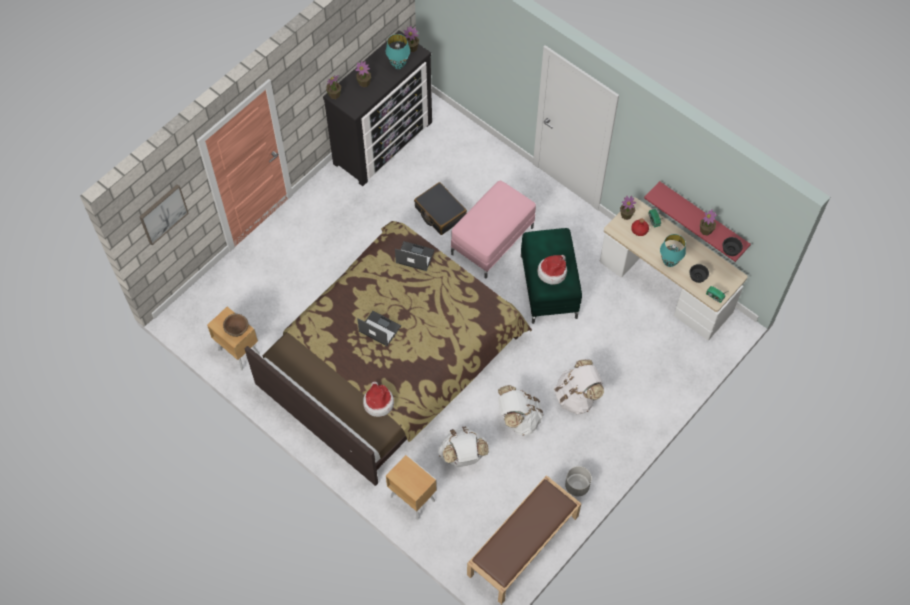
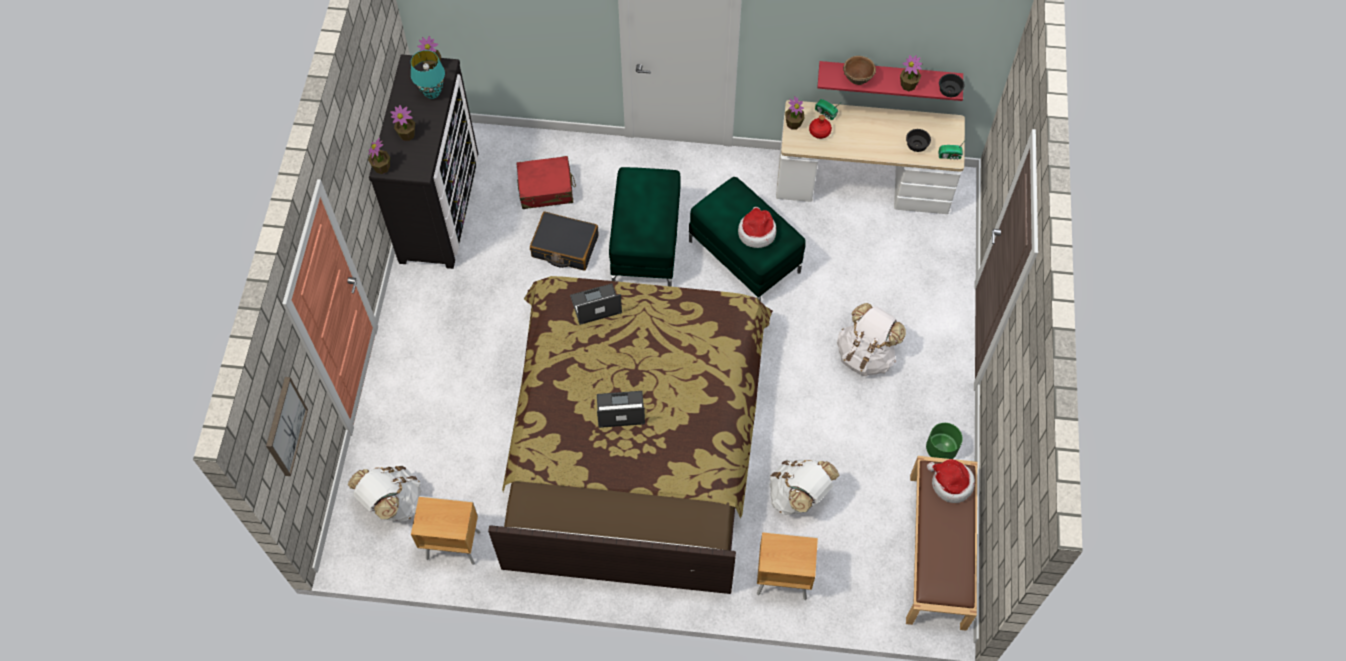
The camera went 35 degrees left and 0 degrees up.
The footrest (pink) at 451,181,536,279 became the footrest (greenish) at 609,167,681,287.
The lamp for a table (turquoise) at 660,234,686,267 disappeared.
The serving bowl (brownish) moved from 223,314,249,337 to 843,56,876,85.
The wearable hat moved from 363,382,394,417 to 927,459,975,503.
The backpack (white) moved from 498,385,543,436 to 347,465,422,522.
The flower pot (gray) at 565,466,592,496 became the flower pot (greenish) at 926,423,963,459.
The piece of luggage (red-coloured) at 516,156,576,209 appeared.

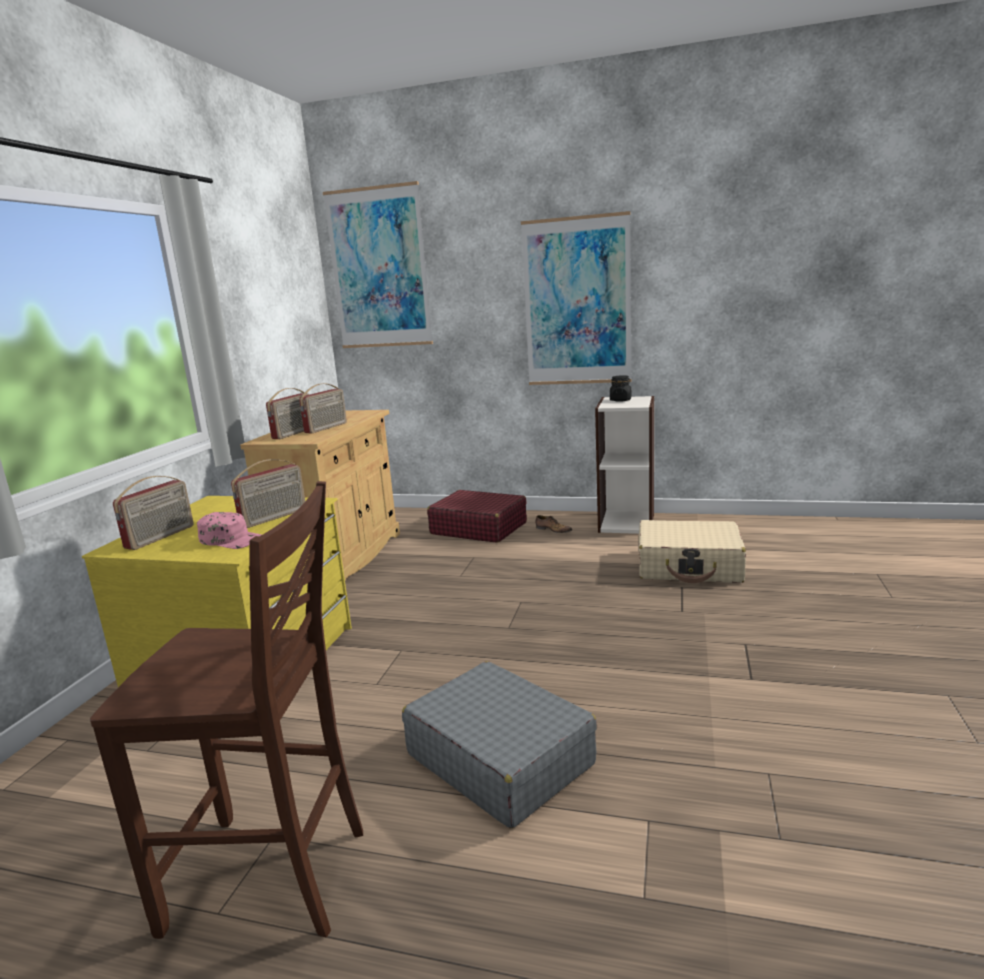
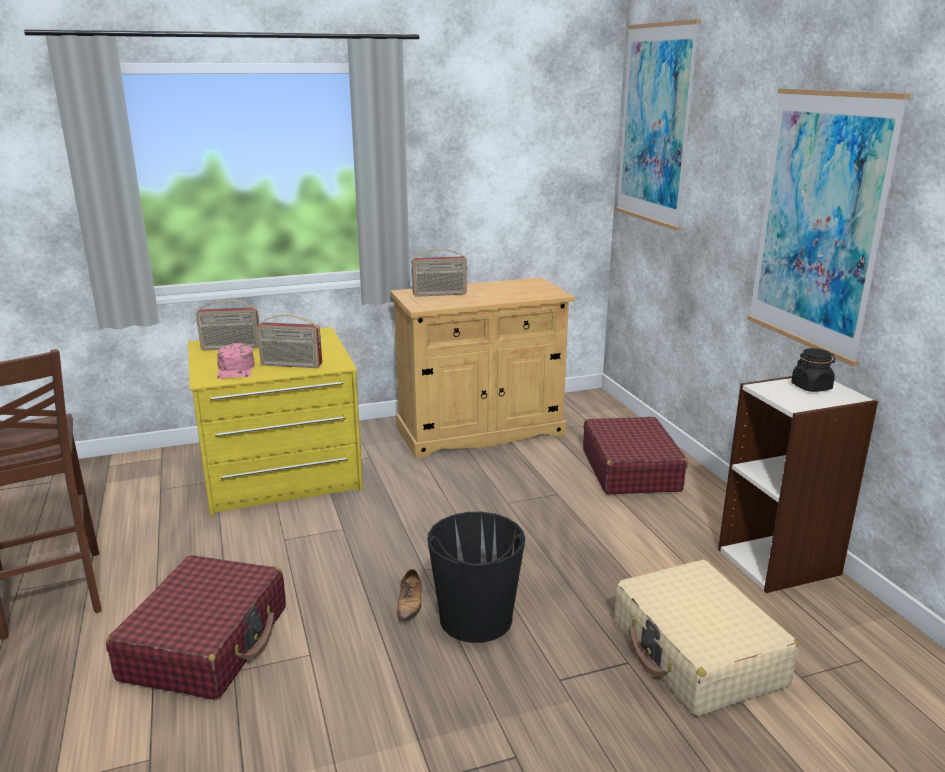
The camera went 55 degrees right and 5 degrees up.
The radio at 299,383,347,434 disappeared.
The low shoe moved from 535,515,572,533 to 397,569,422,622.
The piece of luggage (gray) at 402,661,597,828 became the piece of luggage (red-coloured) at 106,555,286,700.
The bucket (black-coloured) at 427,512,525,643 appeared.

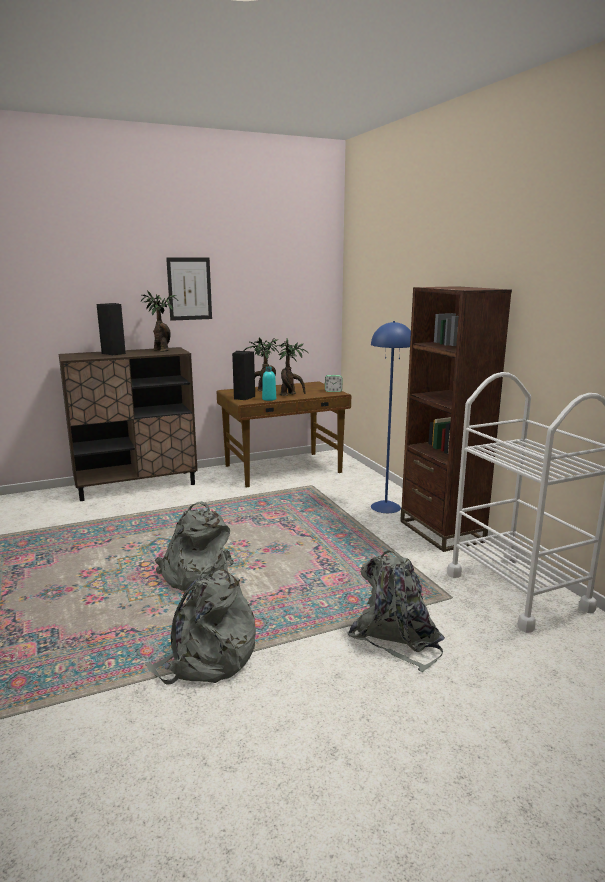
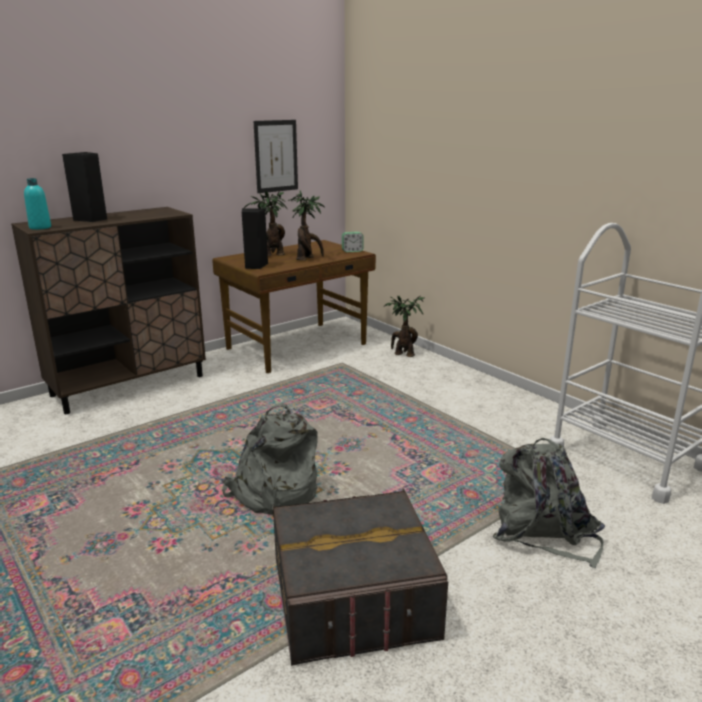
The camera went 15 degrees left and 5 degrees up.
The picture moved from 166,257,212,321 to 254,120,298,193.
The bookcase (brownish) at 400,286,512,552 disappeared.
The potted plant moved from 141,291,177,352 to 384,295,424,357.
The floor lamp (blue-coloured) at 371,321,411,513 disappeared.
The bottle (turquoise) moved from 262,367,276,401 to 24,178,51,230.
The backpack (gray) at 145,563,256,685 was replaced by the storage container (gray) at 273,488,448,666.

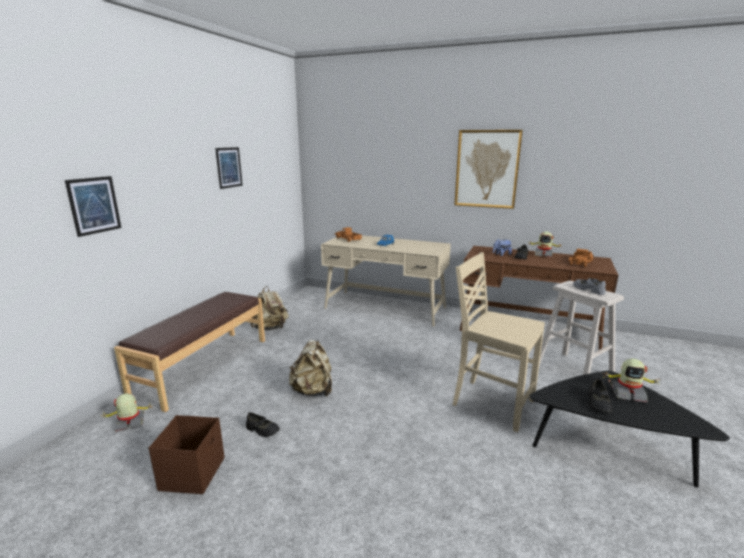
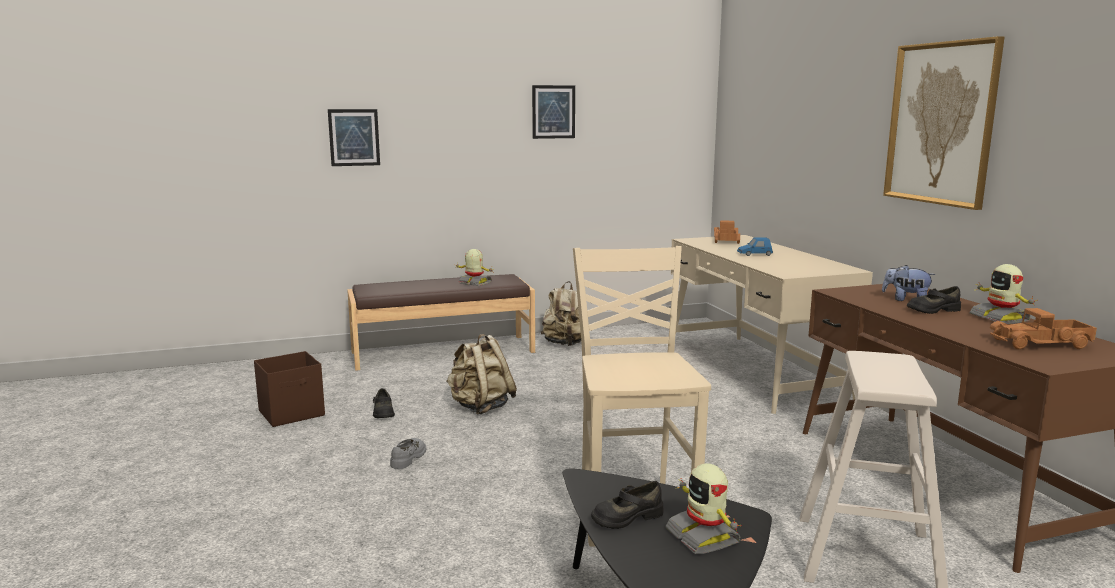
The camera went 50 degrees right and 5 degrees down.
The low shoe (gray) moved from 573,278,606,295 to 390,438,427,469.
The toy robot moved from 102,393,152,432 to 456,249,494,286.

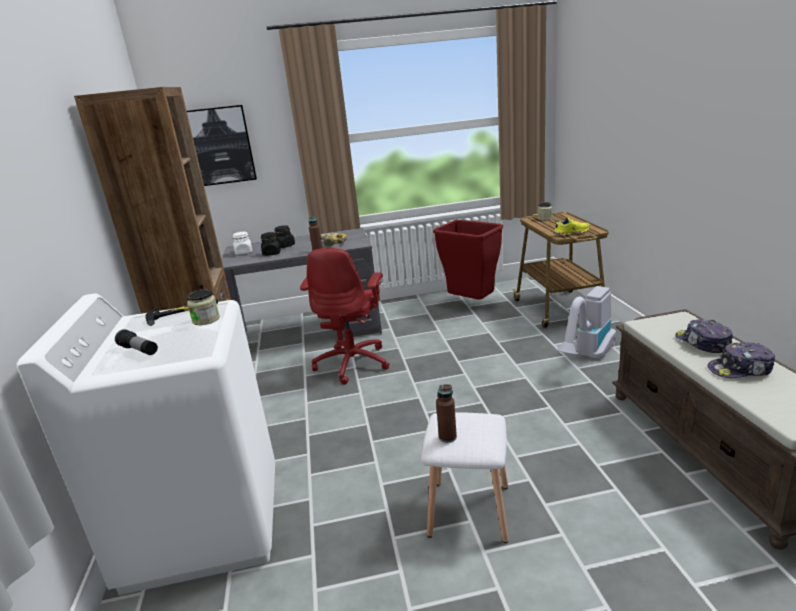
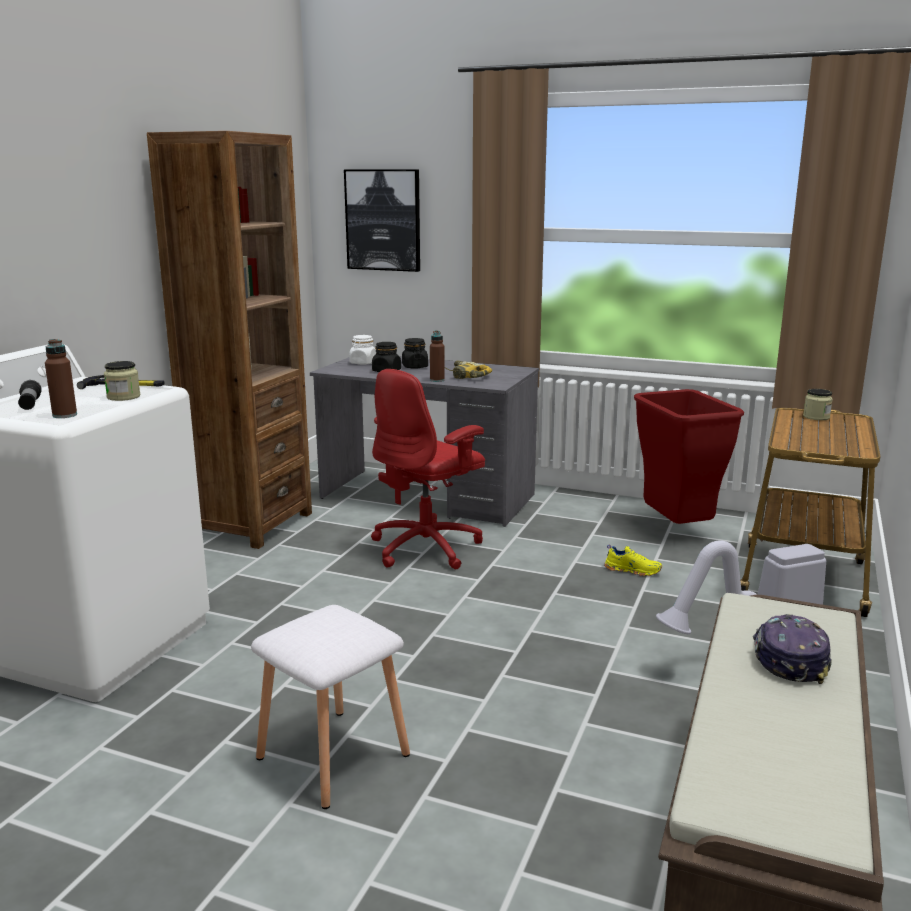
The camera went 30 degrees right and 5 degrees down.
The low shoe (yellowish) moved from 554,217,590,236 to 604,544,662,576.
The peaked cap at 707,342,775,378 disappeared.
The bottle (brownish) moved from 436,384,457,443 to 45,339,77,418.

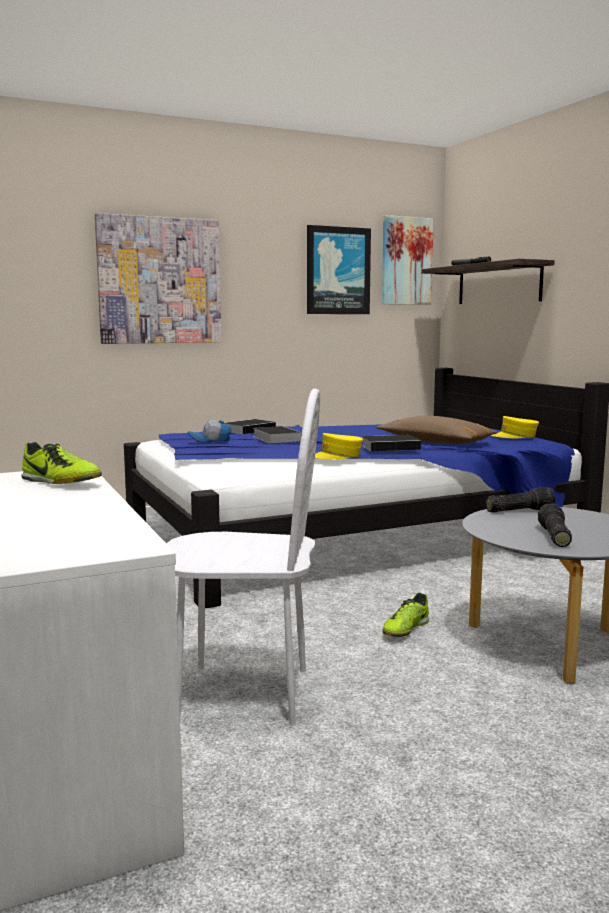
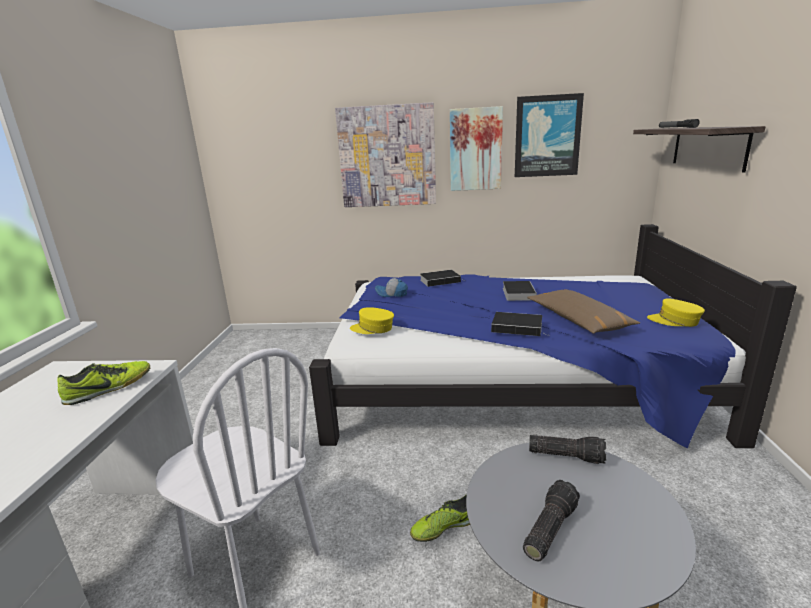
The camera went 30 degrees right and 10 degrees up.
The picture moved from 382,215,434,305 to 450,106,503,191.
The volume moved from 253,426,302,443 to 503,281,537,301.
The peaked cap (yellowish) moved from 315,433,363,460 to 350,307,394,334.
The low shoe at 22,442,102,484 turned 105 degrees counterclockwise.

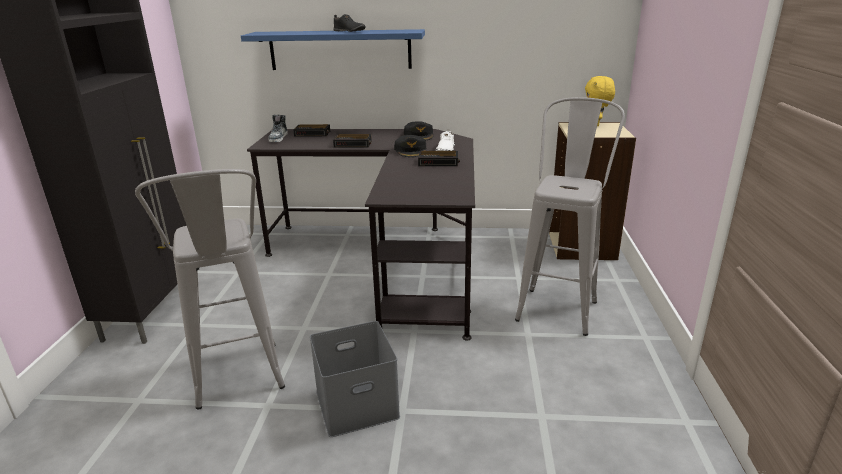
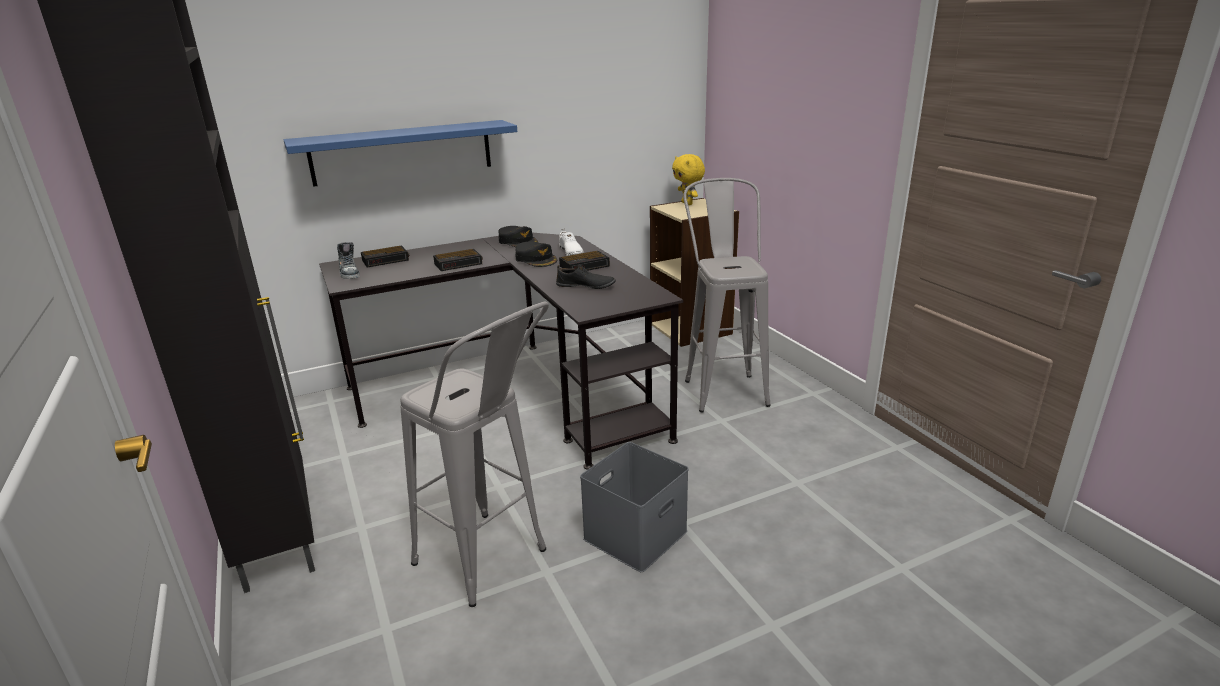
The camera went 30 degrees left and 0 degrees up.
The low shoe (black-coloured) moved from 333,14,366,32 to 556,265,616,289.

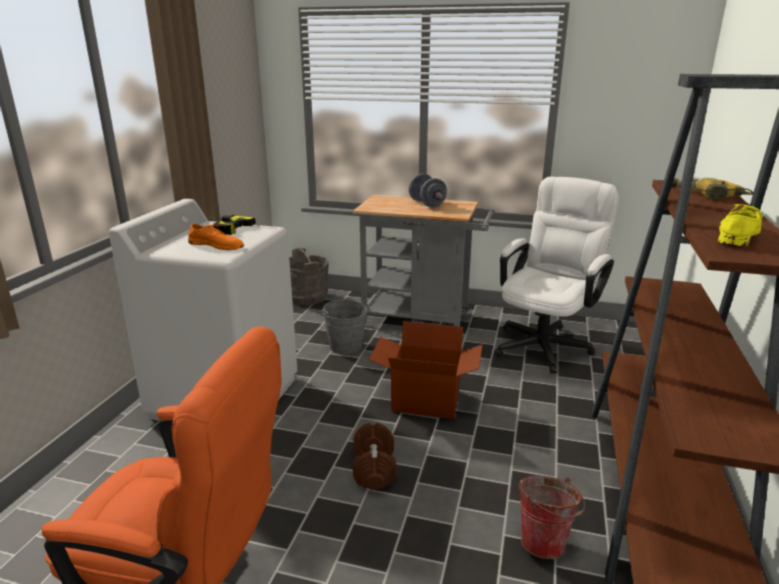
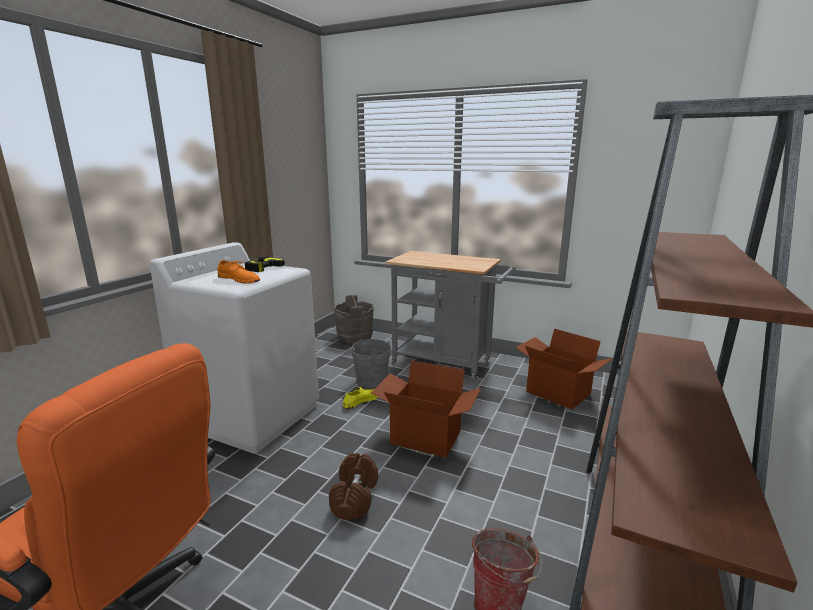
The camera went 10 degrees right and 5 degrees down.
The hand weight (gray) at 409,173,447,208 disappeared.
The computer chair (white) at 494,177,619,374 was replaced by the cardboard box at 516,329,613,410.
The power drill at 672,178,754,200 disappeared.
The low shoe (yellowish) moved from 718,204,763,248 to 343,387,379,409.

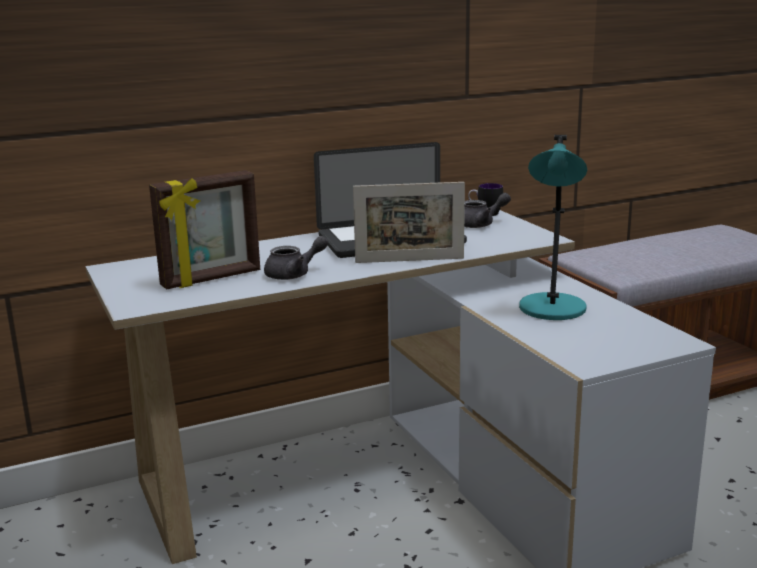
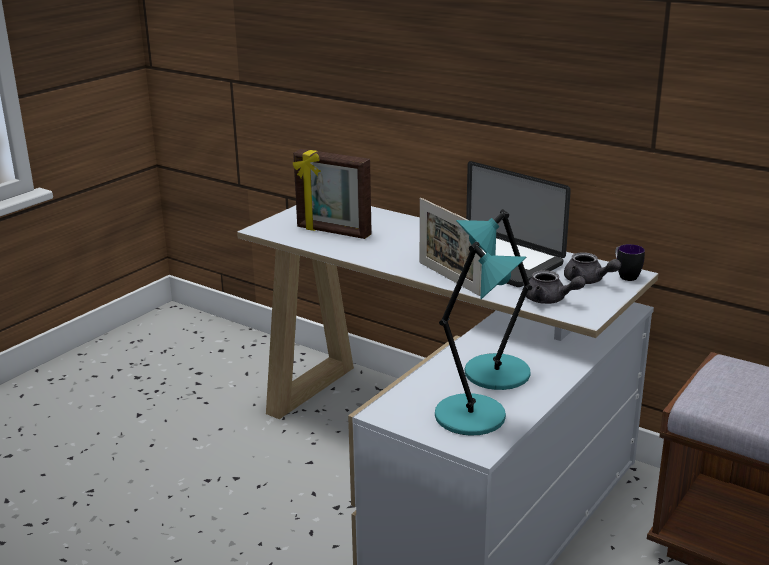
The camera went 60 degrees right and 5 degrees up.
The teapot (gray) moved from 264,236,328,280 to 526,270,586,304.
The lamp for a table (turquoise) at 435,242,526,436 appeared.

